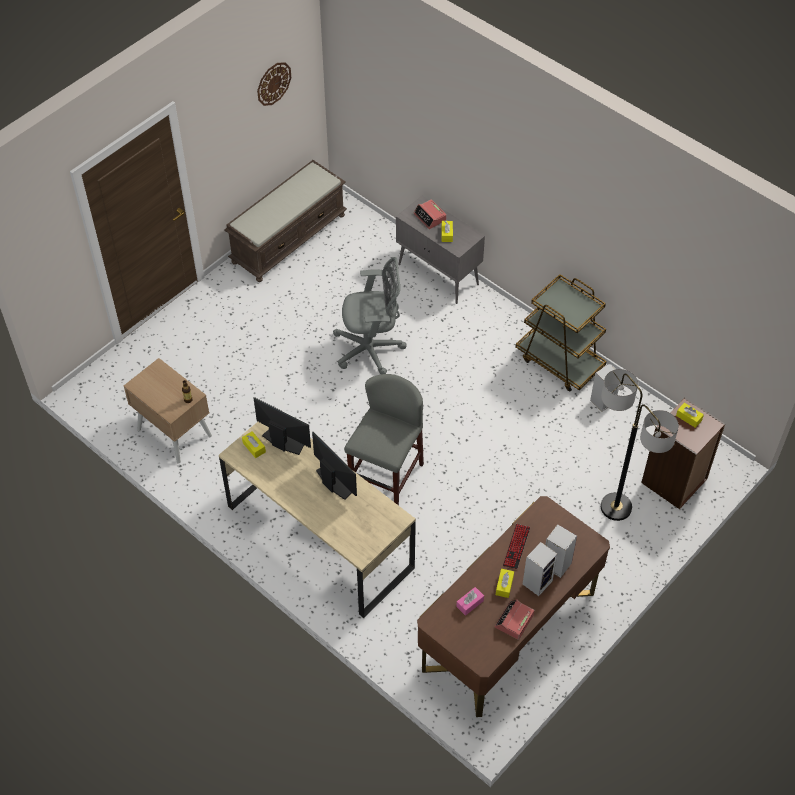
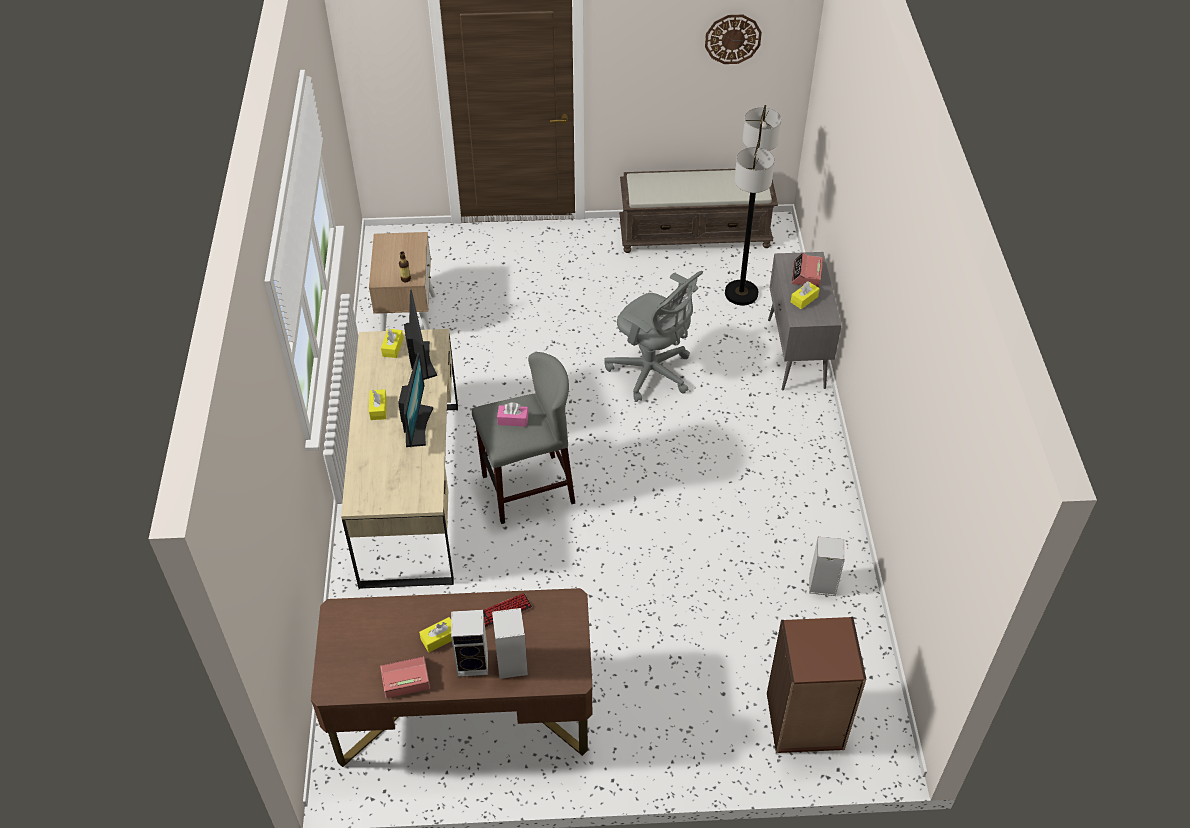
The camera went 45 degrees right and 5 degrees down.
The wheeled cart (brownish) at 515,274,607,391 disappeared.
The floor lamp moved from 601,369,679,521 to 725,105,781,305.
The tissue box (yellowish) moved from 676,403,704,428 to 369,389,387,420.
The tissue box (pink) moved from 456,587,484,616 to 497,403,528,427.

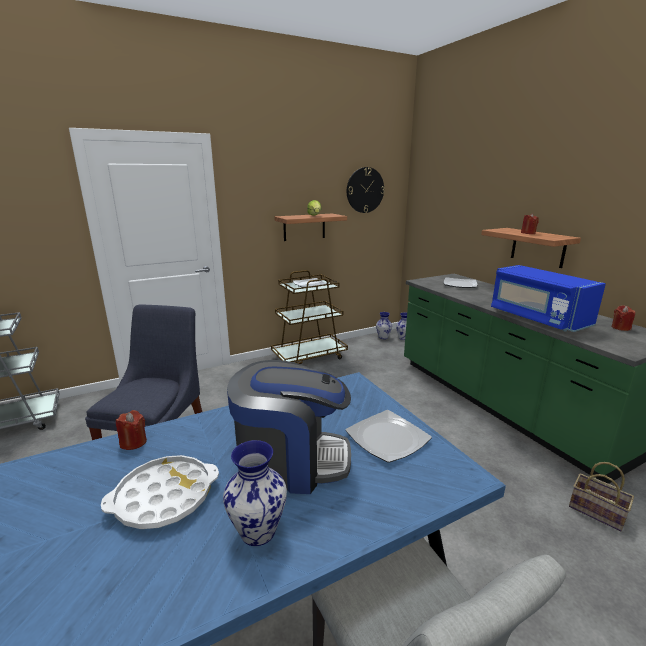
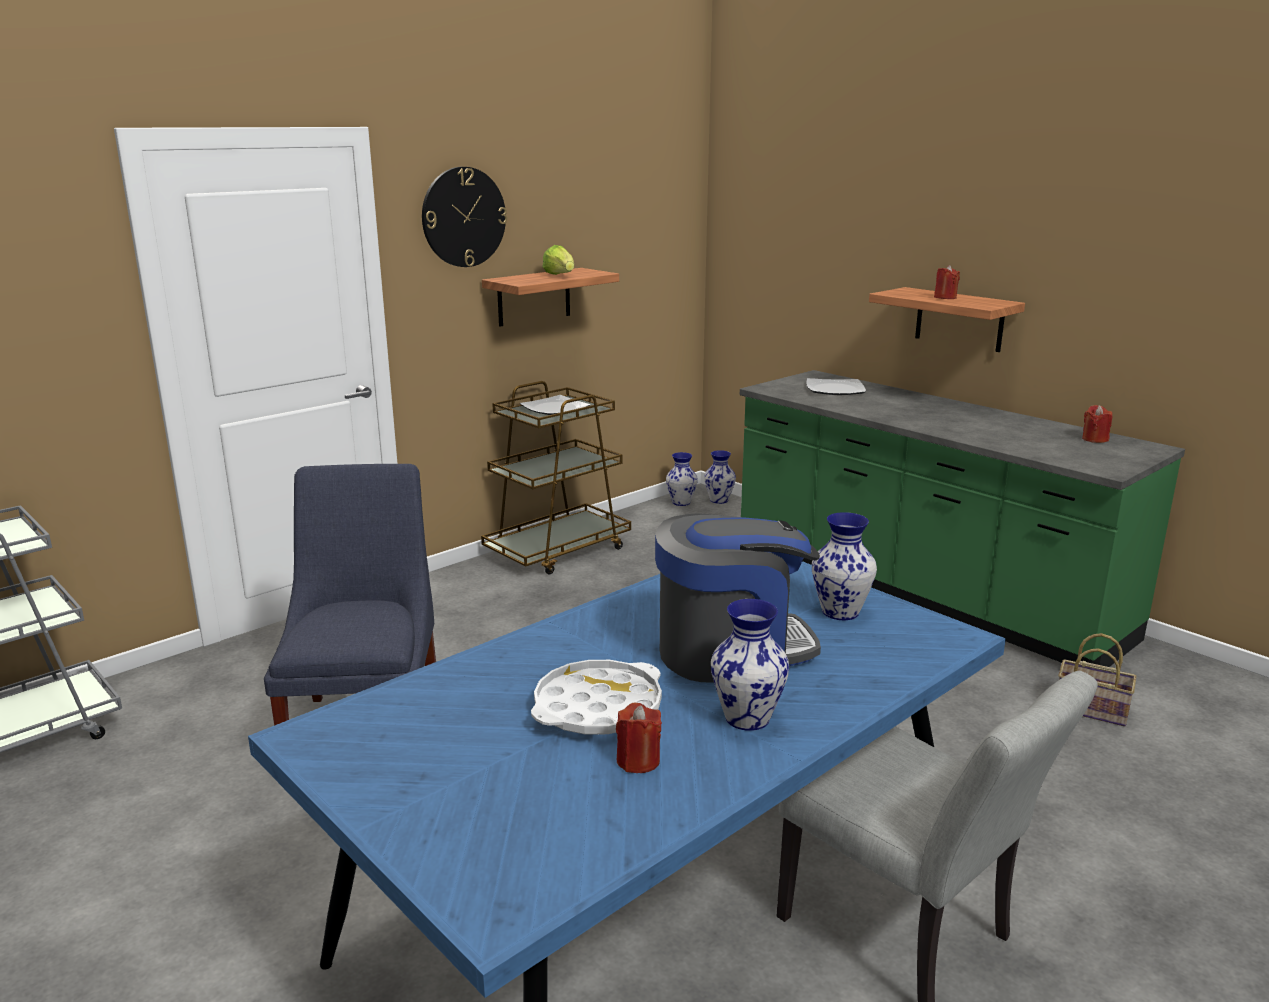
The camera went 15 degrees left and 0 degrees up.
The wall clock moved from 347,167,385,213 to 422,167,507,267.
The kitchen microwave (blue-coloured) at 491,265,606,332 disappeared.
The wax light (red-coloured) moved from 116,410,147,450 to 616,703,662,773.
The flat dish at 346,410,432,463 was replaced by the vase at 812,512,877,620.

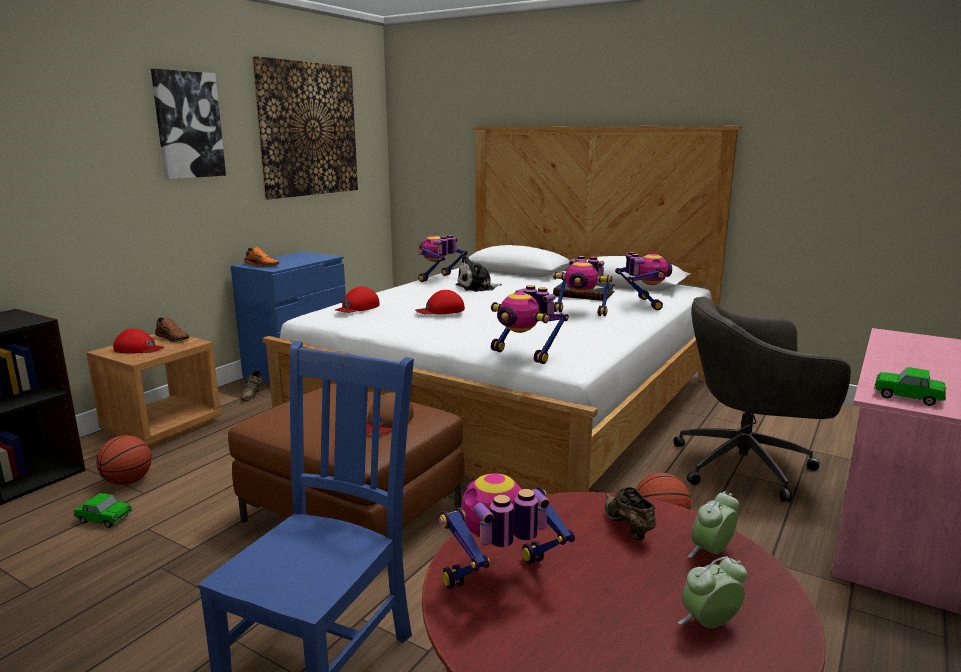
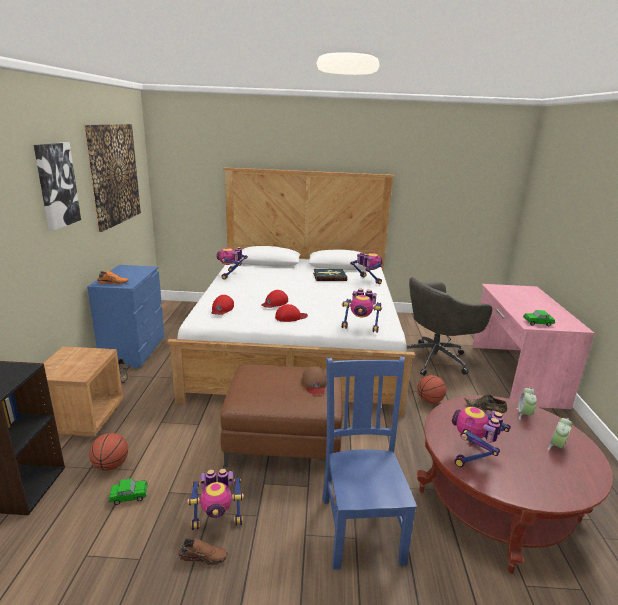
The camera went 30 degrees left and 5 degrees up.
The cuddly toy at 456,255,502,292 disappeared.
The toy robot moved from 553,256,613,316 to 187,468,244,530.
The low shoe (brownish) moved from 155,318,189,342 to 178,538,228,565.
The peaked cap (red-coloured) moved from 113,329,164,354 to 275,304,308,322.

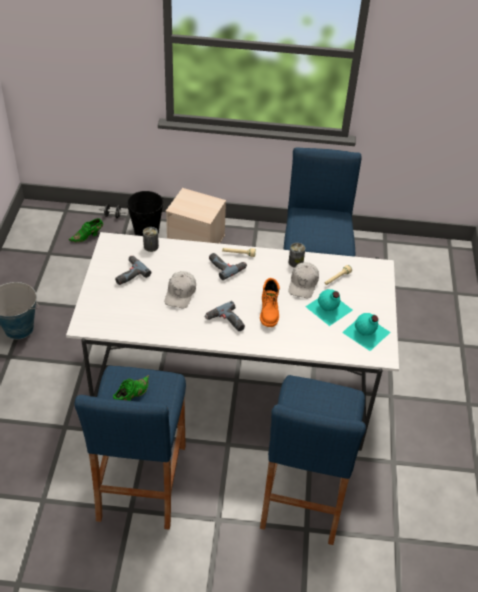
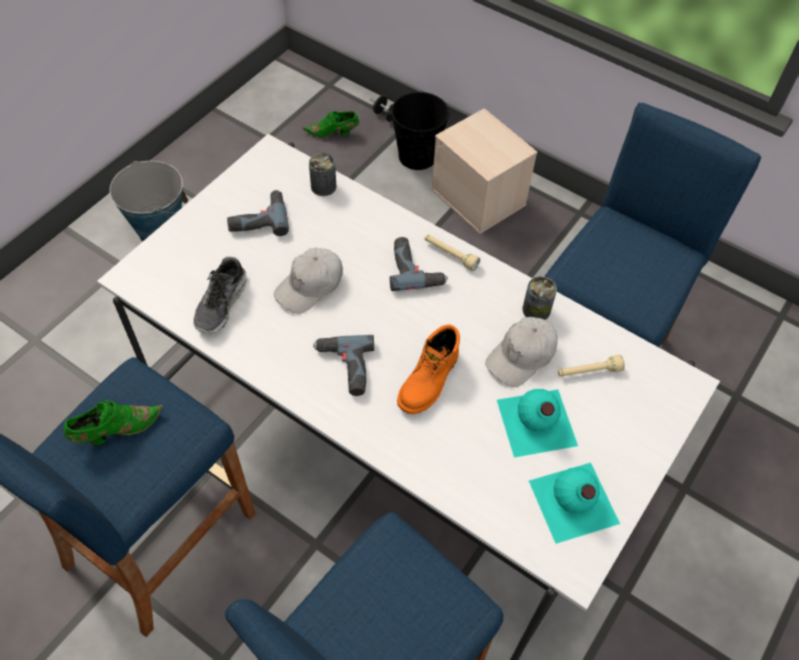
The camera went 30 degrees right and 10 degrees up.
The low shoe at 193,257,247,334 appeared.

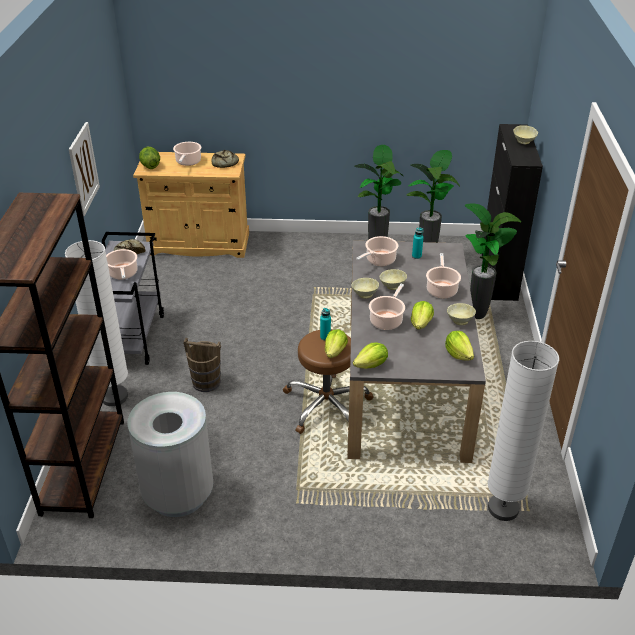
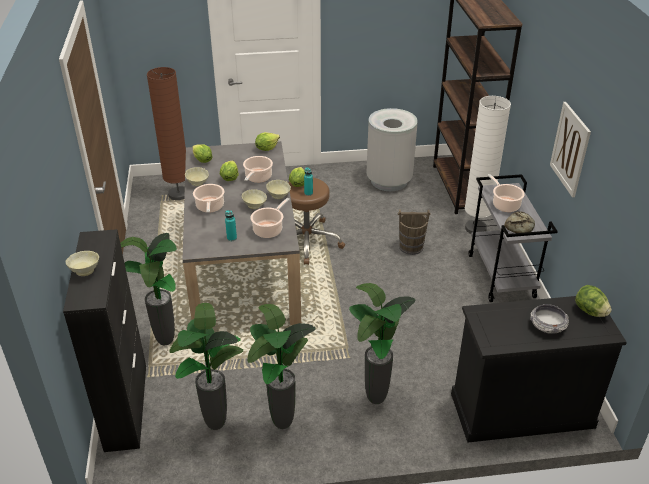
The camera went 170 degrees right and 0 degrees up.
The stockpot at 173,142,201,166 was replaced by the serving bowl at 530,304,569,334.
The bakery bread at 211,150,239,168 disappeared.
The cabinet (sand-coloured) at 133,152,249,258 became the cabinet (black-coloured) at 451,296,627,442.
The floor lamp (white) at 488,341,559,521 became the floor lamp (brownish) at 147,67,186,200.
The potted plant at 349,283,416,404 appeared.

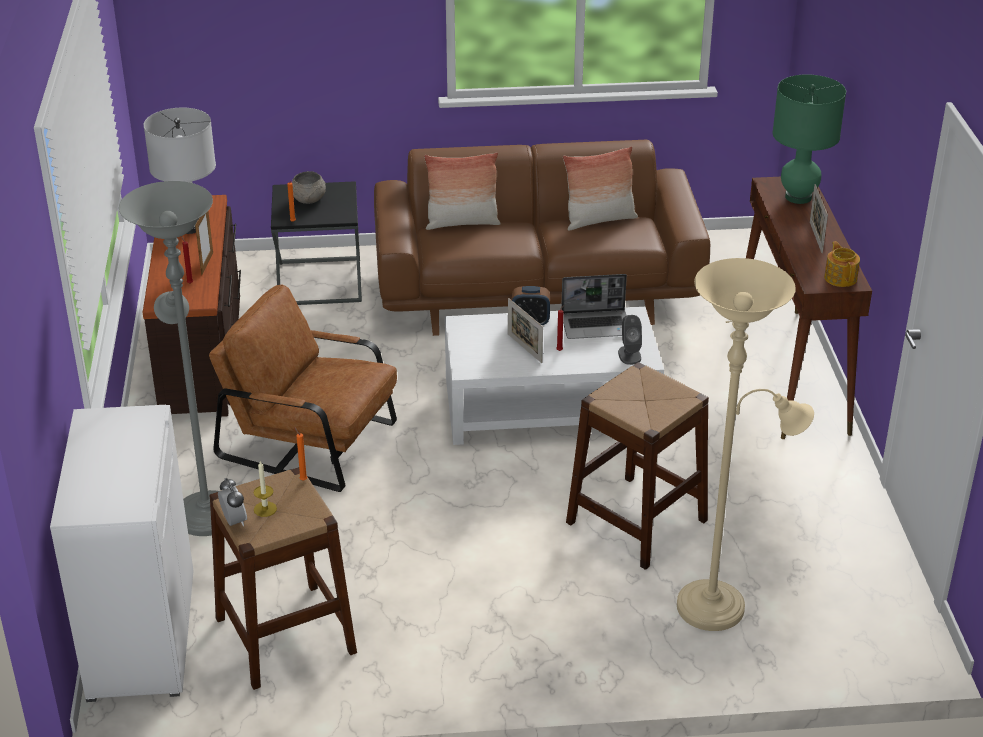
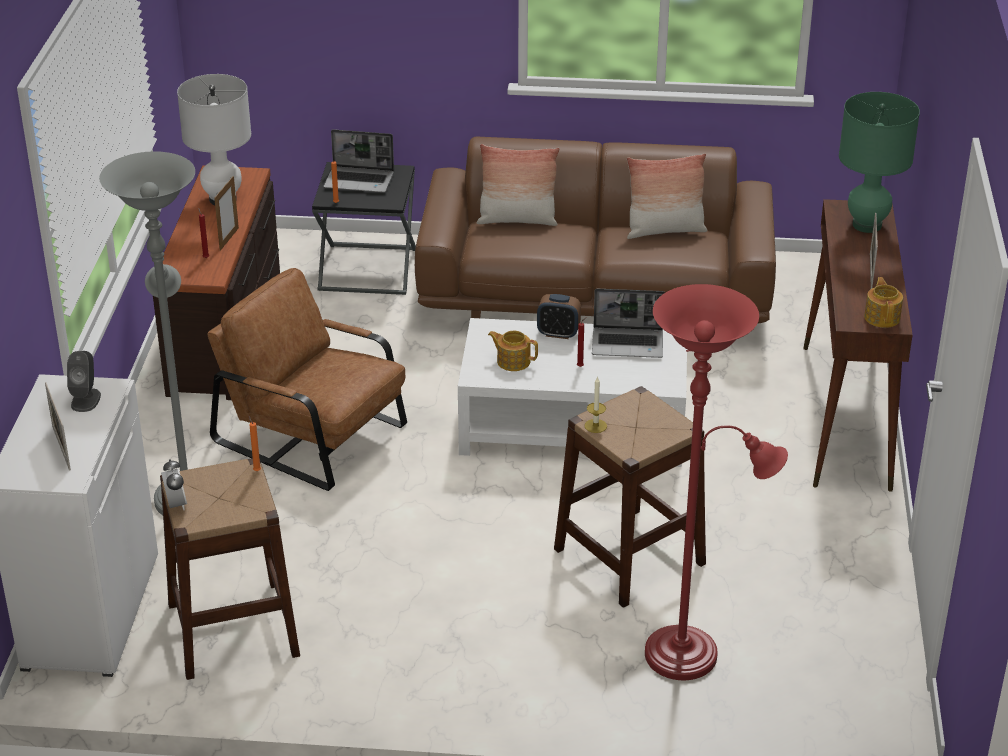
The camera went 10 degrees right and 0 degrees up.
The serving bowl (gray) at 292,171,326,204 was replaced by the notebook computer at 324,129,394,193.
The floor lamp (sand-coloured) at 677,258,814,631 became the floor lamp (red-coloured) at 645,284,788,680.
The standing frame moved from 508,298,543,363 to 45,382,71,471.
The speaker (gray) moved from 618,315,642,365 to 67,351,101,412.
The wax light moved from 254,461,277,517 to 584,376,607,433.
The teapot at 488,331,538,371 appeared.

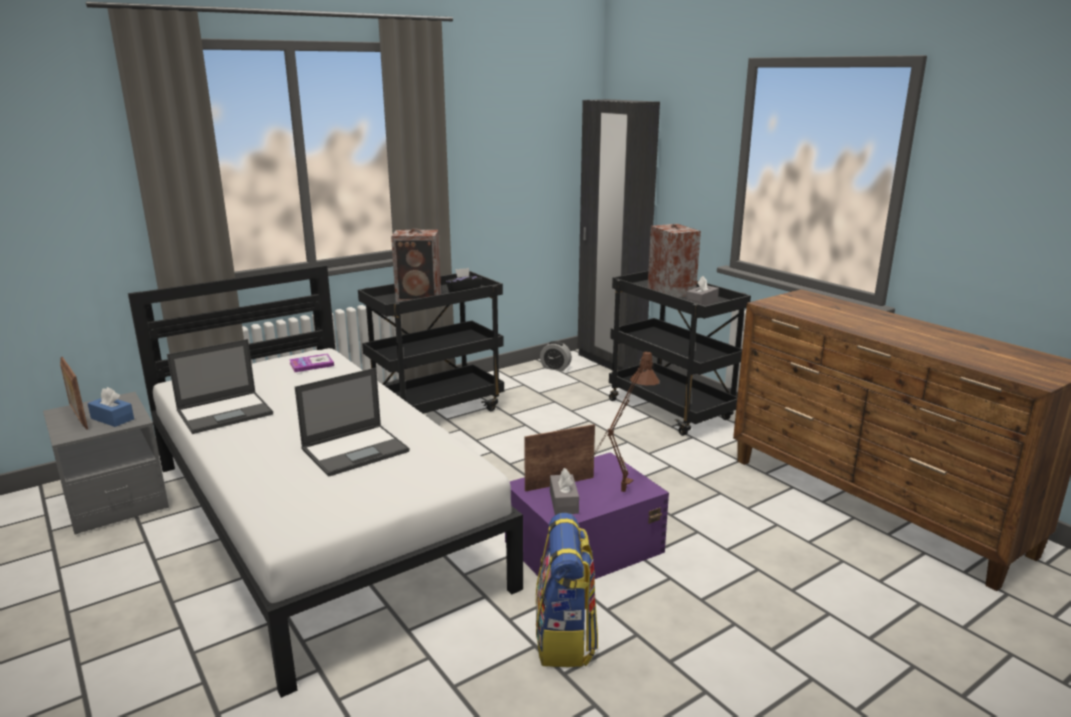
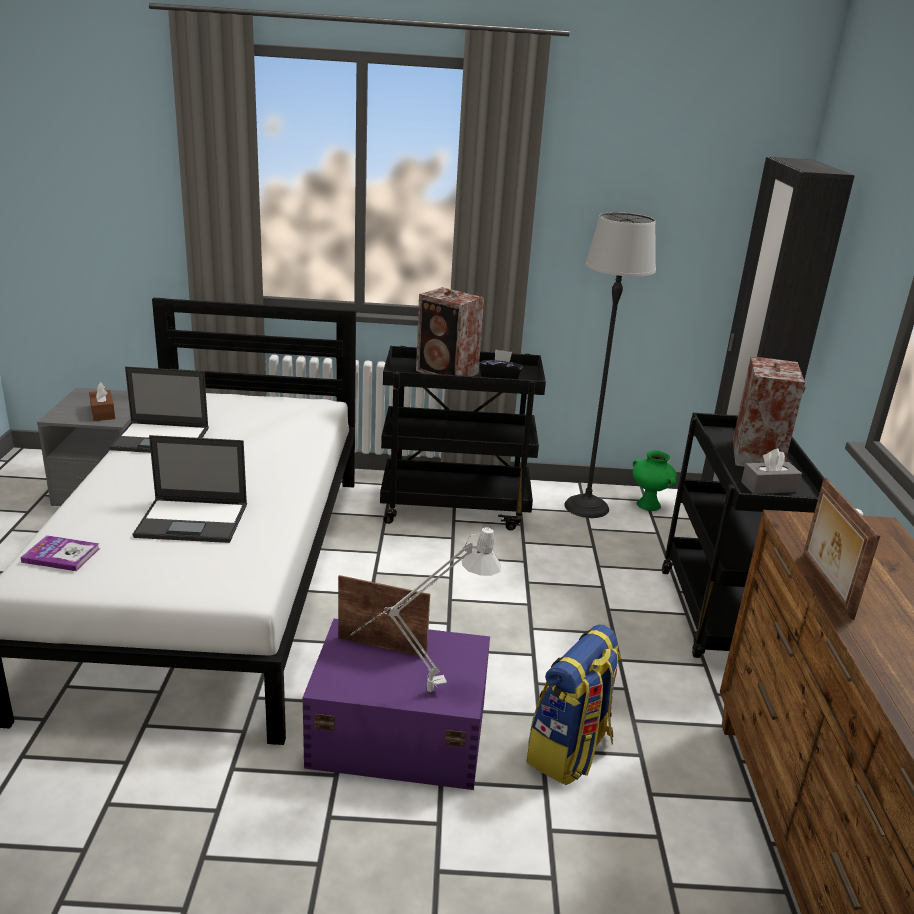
The camera went 35 degrees right and 5 degrees up.
The table clock at 540,341,572,371 was replaced by the vase (greenish) at 633,450,677,511.
The lamp for a table (brownish) at 591,351,659,492 became the lamp for a table (gray) at 349,527,501,692.
The volume moved from 289,353,334,372 to 20,535,100,571.
The standing frame moved from 60,357,88,430 to 803,477,880,620.
The tissue box (blue-coloured) at 87,387,134,427 became the tissue box (brownish) at 89,382,115,421.
The tissue box (gray) at 550,468,579,515 disappeared.
The backpack moved from 536,513,598,667 to 527,625,621,785.
The floor lamp at 564,212,656,518 appeared.

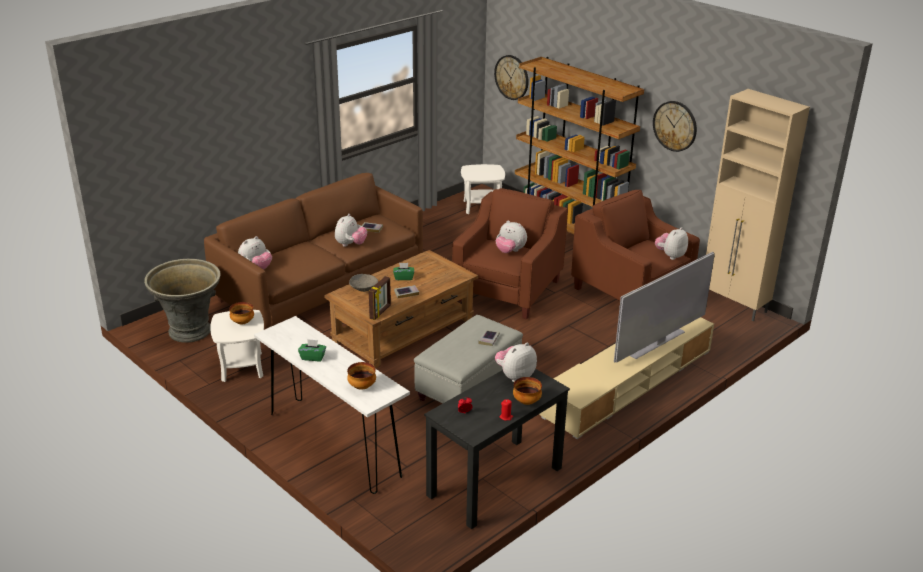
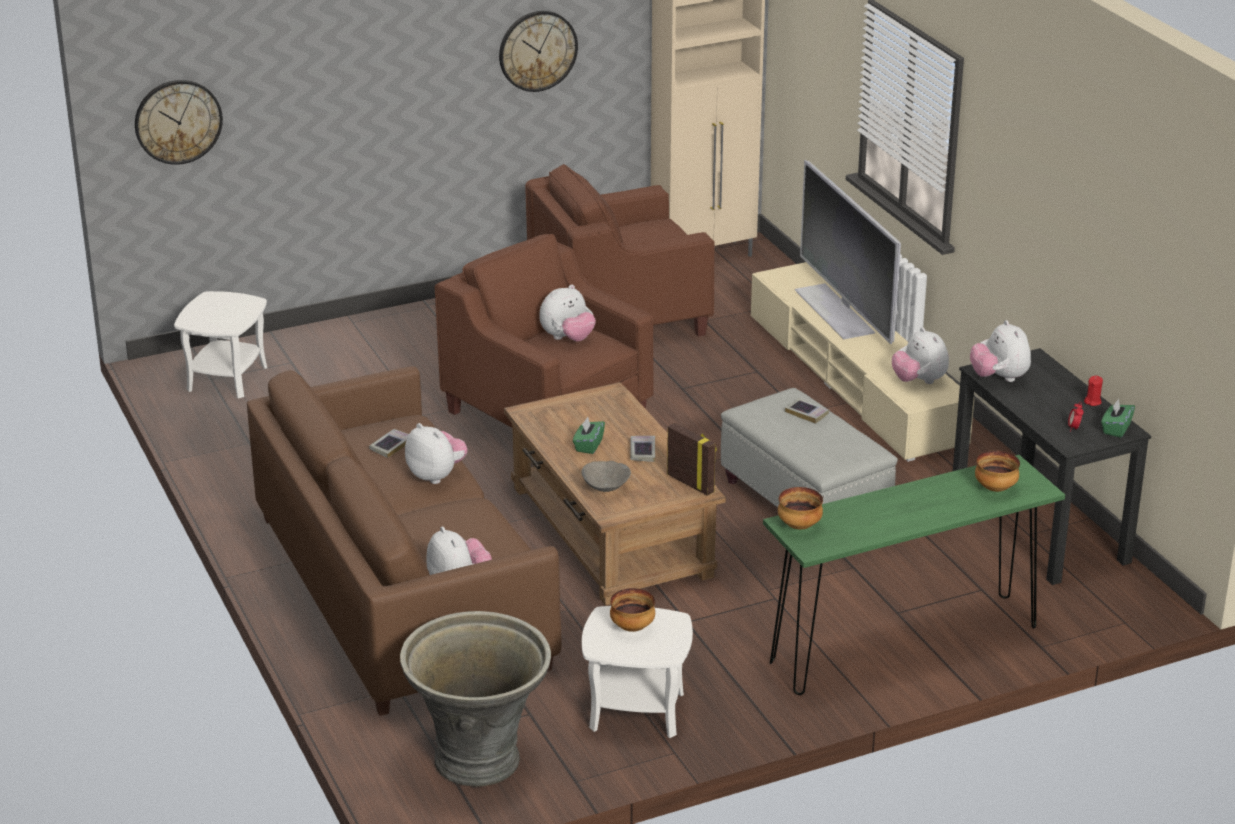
The camera went 70 degrees left and 0 degrees up.
The bookcase (brownish) at 515,57,644,234 disappeared.
The cuddly toy moved from 655,227,688,260 to 892,327,949,384.
The console table (white) at 254,316,410,494 became the console table (greenish) at 763,455,1065,695.
The tissue box (greenish) moved from 298,339,326,361 to 1101,399,1135,438.
The serving bowl moved from 513,377,542,405 to 778,487,823,529.

